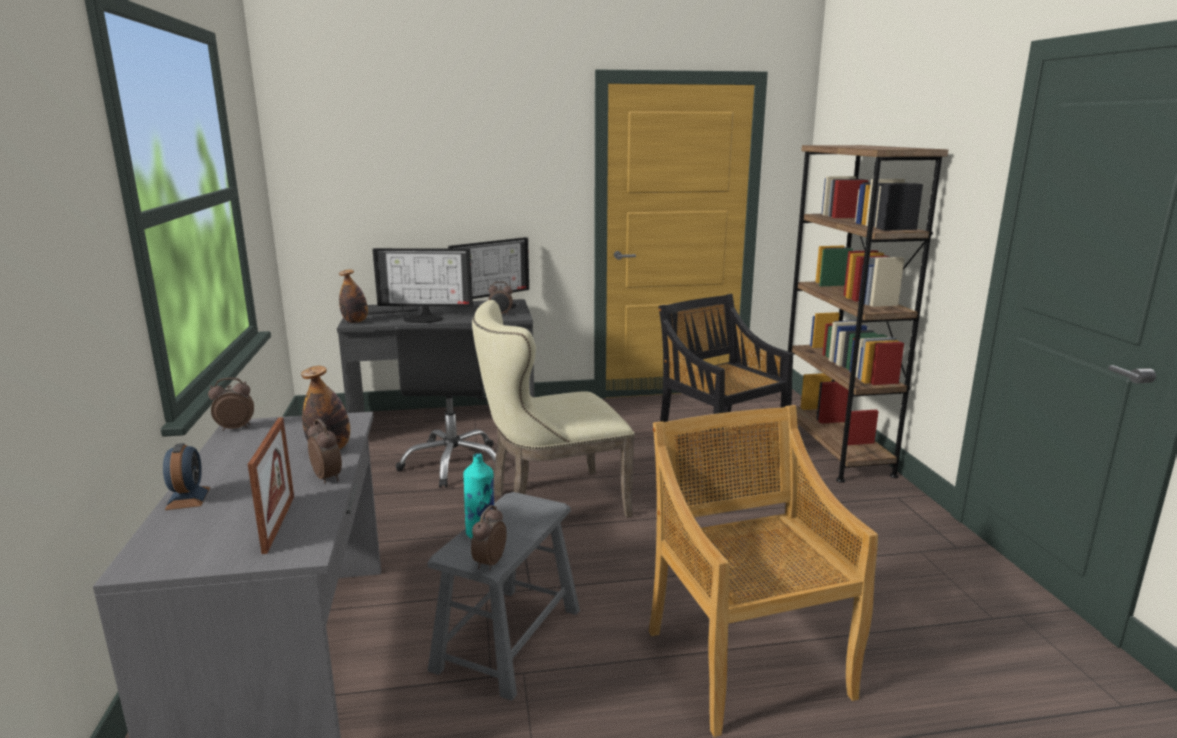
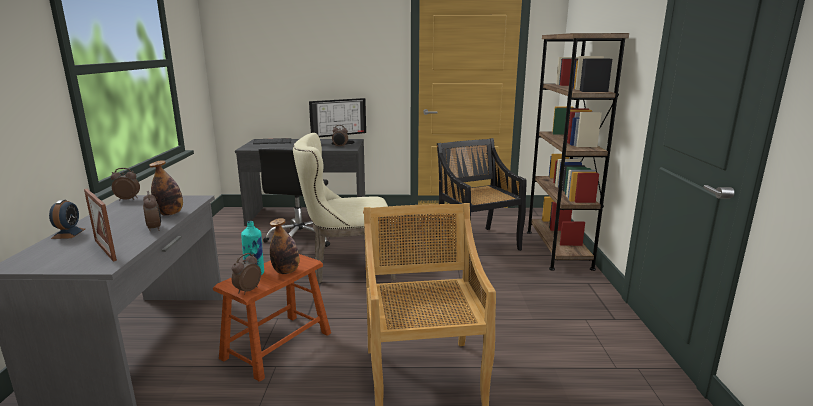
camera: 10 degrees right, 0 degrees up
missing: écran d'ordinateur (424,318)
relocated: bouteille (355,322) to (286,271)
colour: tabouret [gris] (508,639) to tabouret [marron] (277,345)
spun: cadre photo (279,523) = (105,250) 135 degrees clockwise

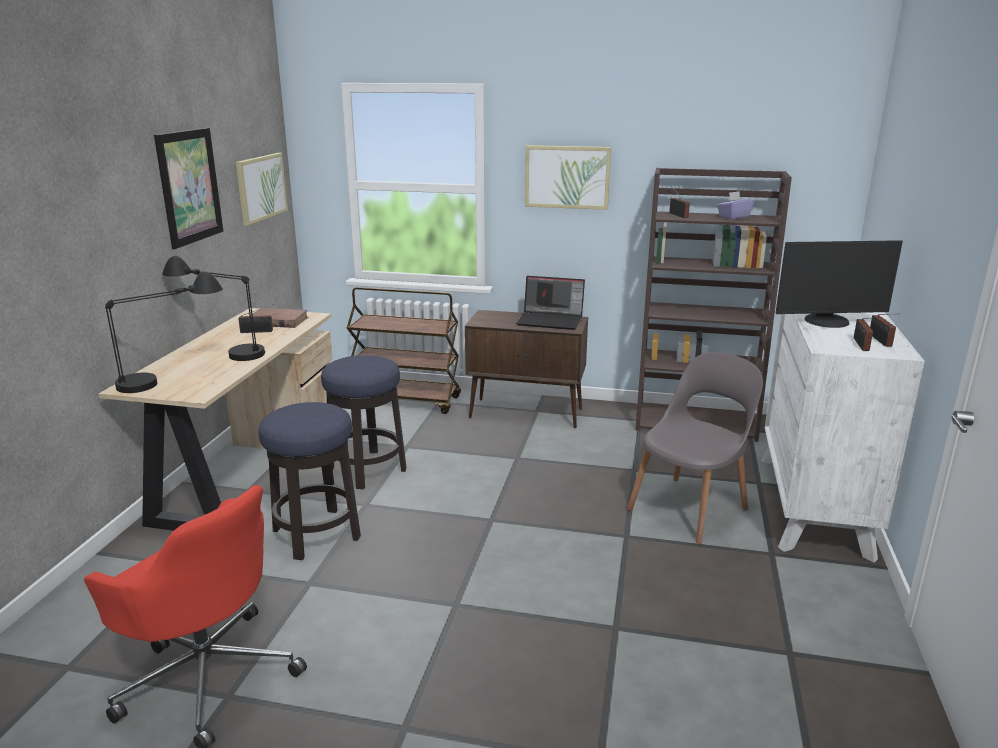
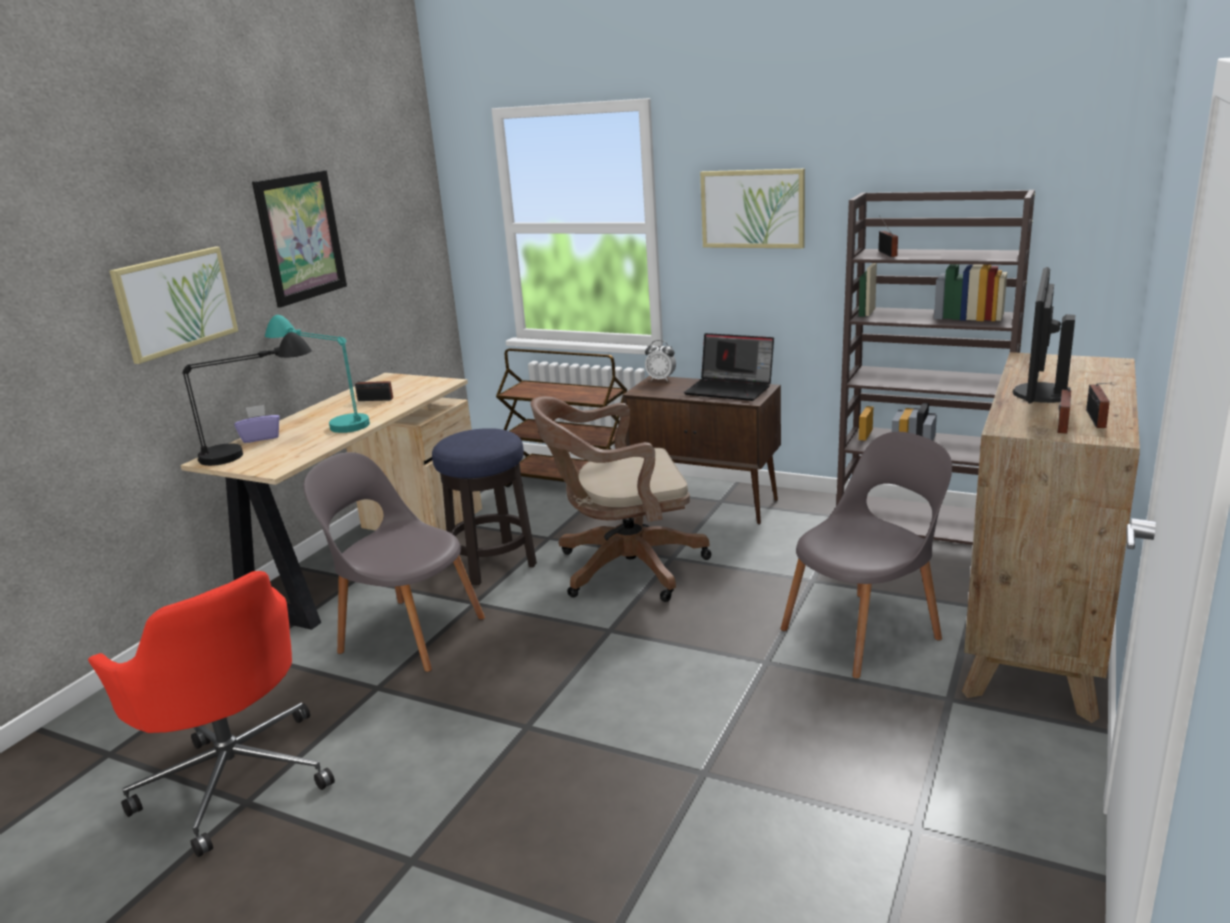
camera: 15 degrees right, 0 degrees up
missing: livre [marron] (277,321)
appeared: chaise de bureau [marron] (622,569); réveil (661,379)
relocated: tableau (261,187) to (175,302); boîte à mouchoirs [violet] (733,217) to (261,437)
exchanged: tabouret (316,534) to chaise [gris] (407,633)
colour: lampe de table [noir] (221,351) to lampe de table [turquoise] (327,421); commode [blanc] (813,504) to commode [marron] (1037,639)
spun: écran d'ordinateur (828,322) = (1039,393) 105 degrees clockwise

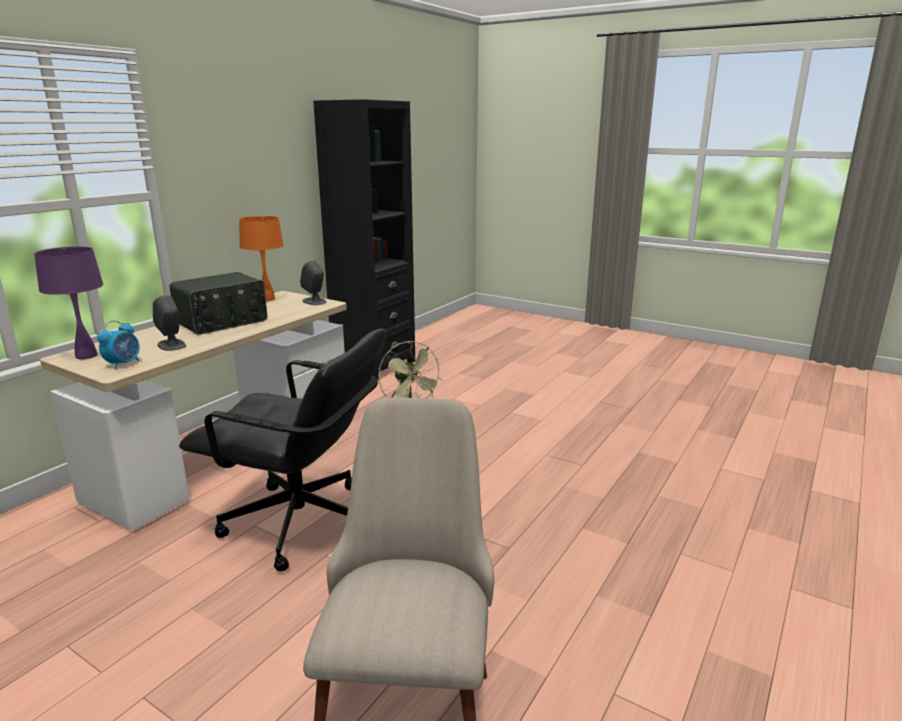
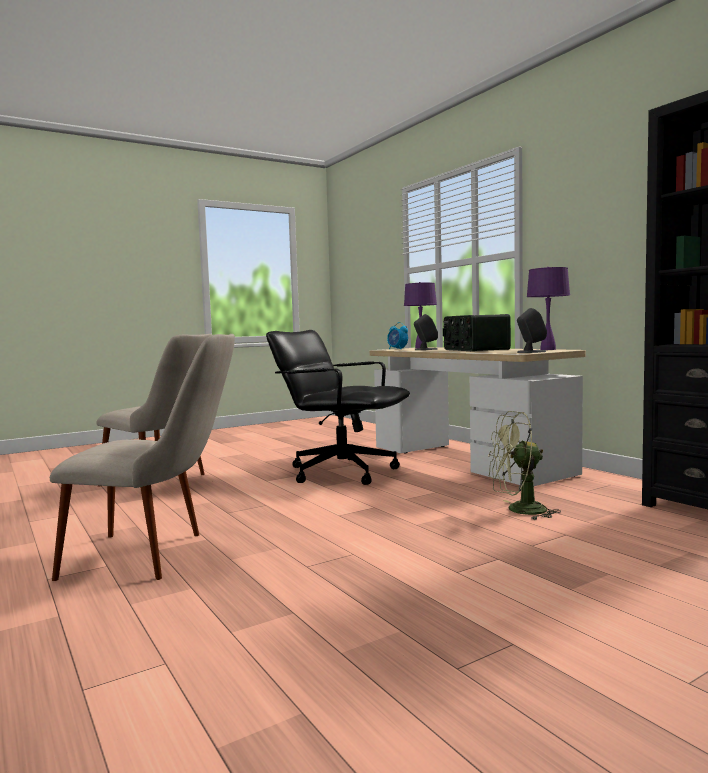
camera: 115 degrees right, 15 degrees down
appeared: chaise [beige] (158,555)
colour: lampe de table [orange] (267,299) to lampe de table [violet] (548,349)
spun: chaise de bureau [noir] (301,523) = (341,472) 75 degrees clockwise

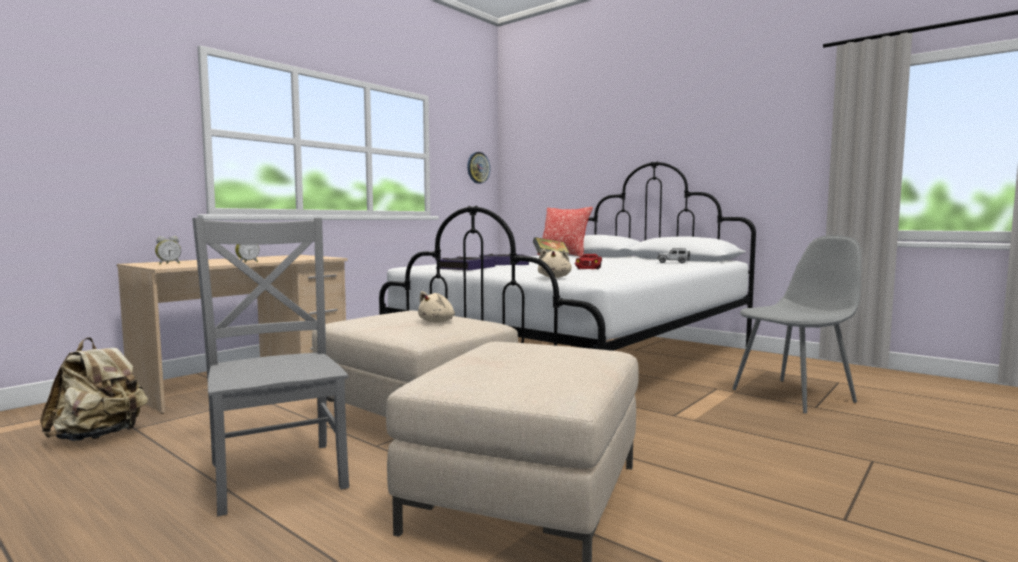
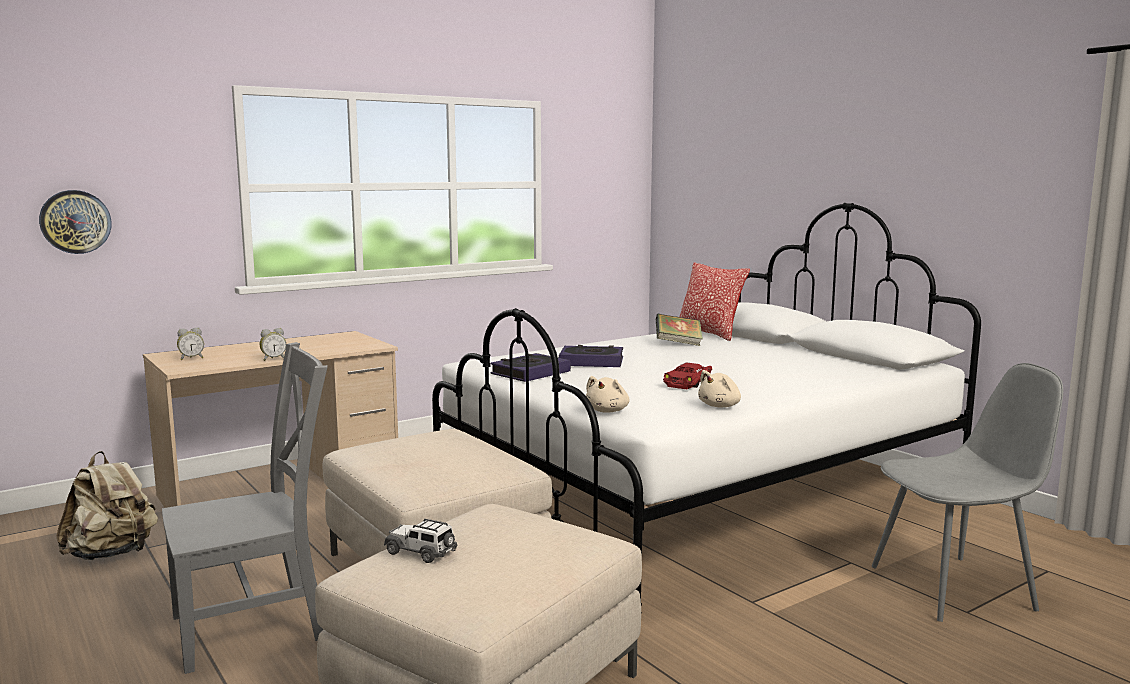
camera: 15 degrees right, 5 degrees up
relocated: horloge murale (478,167) to (75,222); petite voiture (673,262) to (421,552); peluche [beige] (438,322) to (720,406)
spun: chaise [gris] (278,472) = (257,626) 75 degrees clockwise

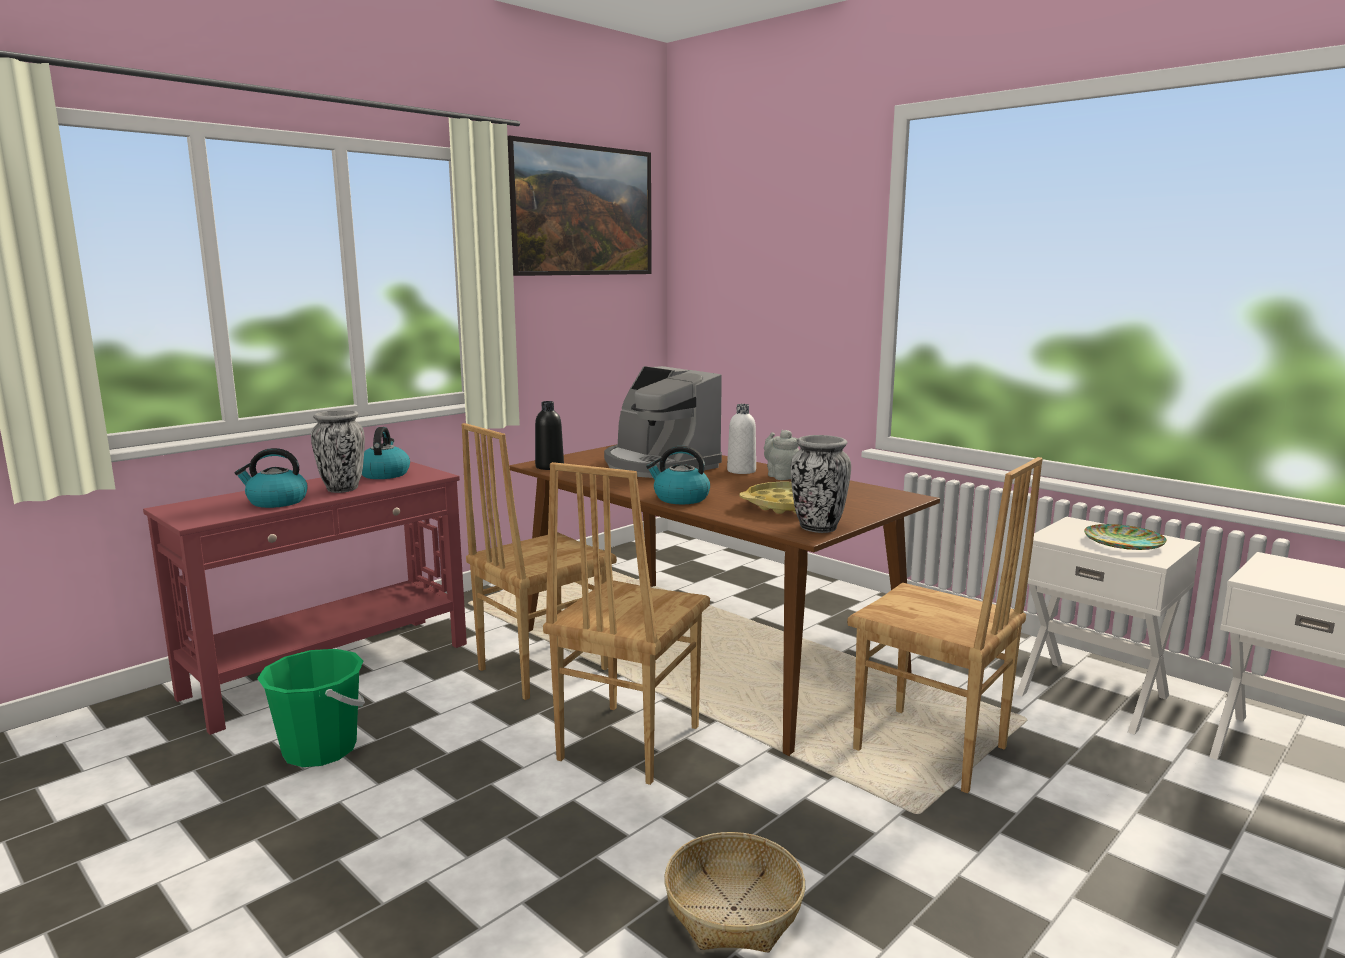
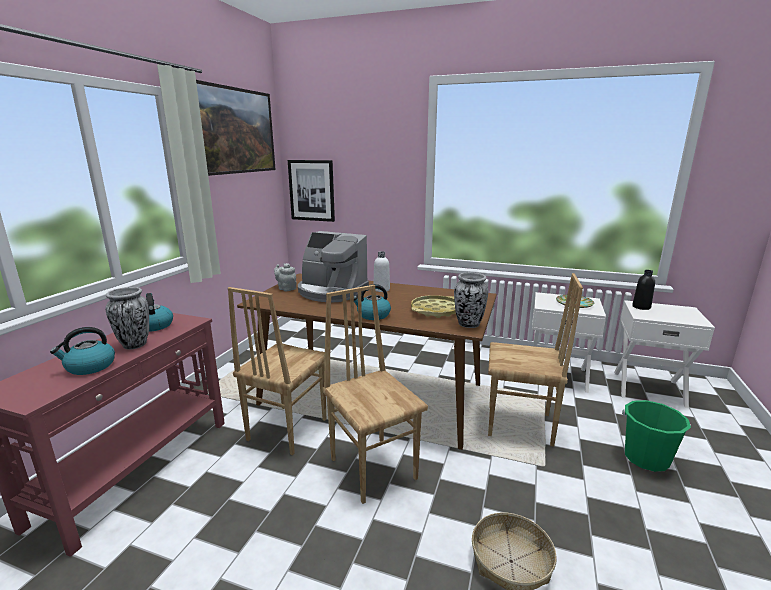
camera: 25 degrees left, 5 degrees up
appeared: tableau (312,190)
relocated: théière [gris] (781,476) to (286,288); seau [vert] (320,750) to (646,458); bouteille [noir] (549,467) to (641,307)
spun: chaise [marron] (627,743) = (374,467) 150 degrees clockwise

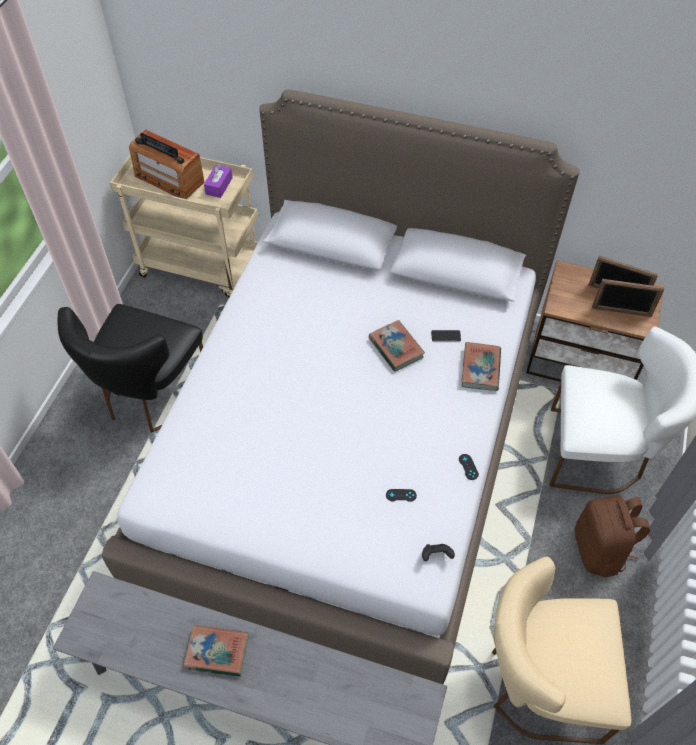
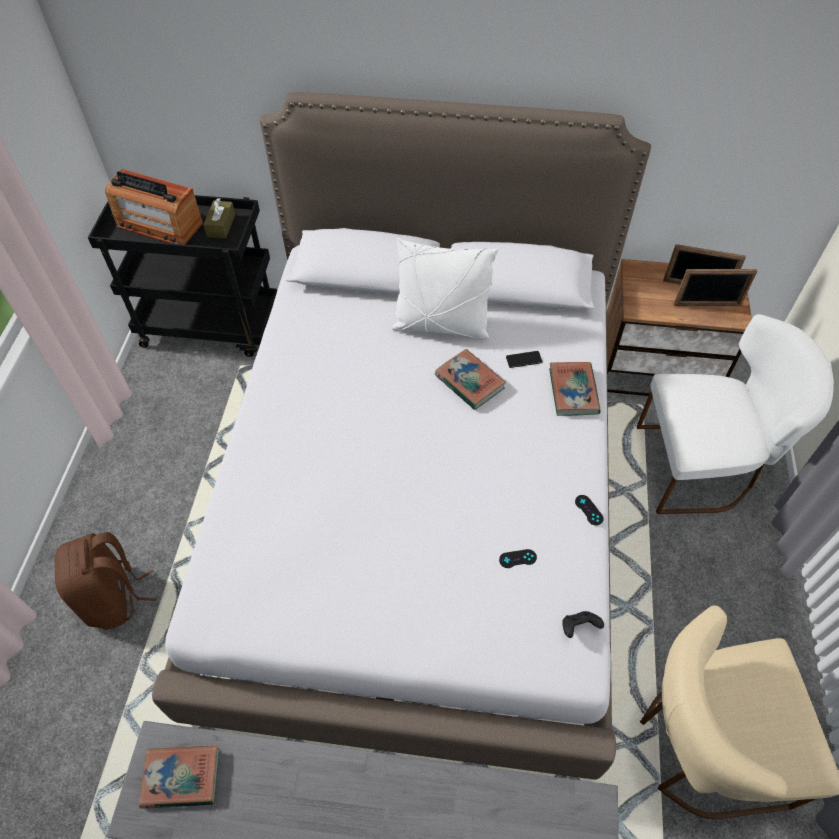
camera: 10 degrees left, 0 degrees up
missing: chaise [noir] (149,396)
appeared: coussin [blanc] (441,325)
relocated: sac à dos [marron] (600,550) to (115,597); livre (217,652) to (181,778)
colour: chariot [beige] (202,266) to chariot [noir] (211,326); boîte à mouchoirs [violet] (219,186) to boîte à mouchoirs [marron] (221,225)

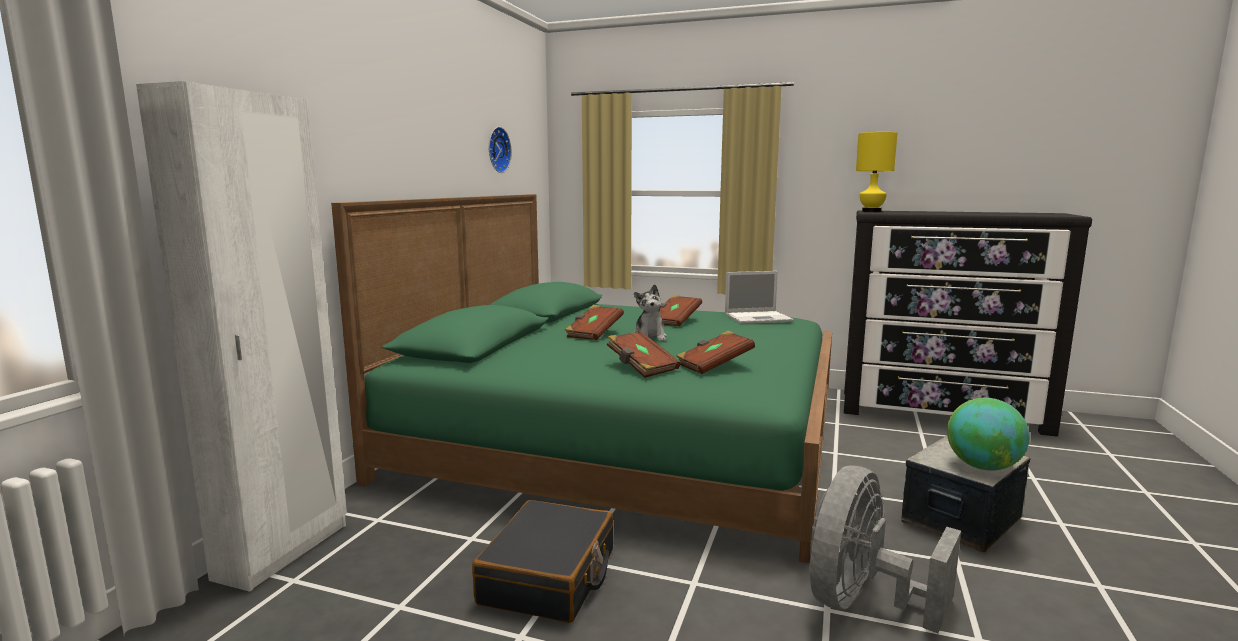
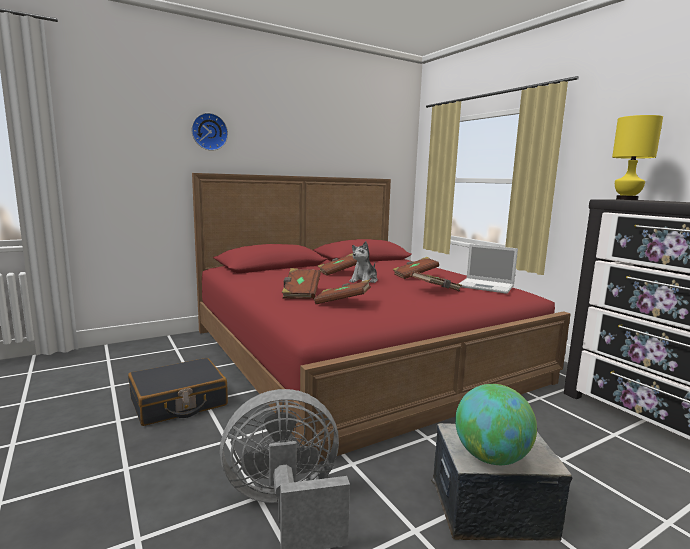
camera: 40 degrees right, 0 degrees up
missing: armoire [blanc] (284,551)
appeared: livre [marron] (435,290)
relocated: horloge murale (496,150) to (209,132)
colour: lit [vert] (625,438) to lit [rouge] (358,354)

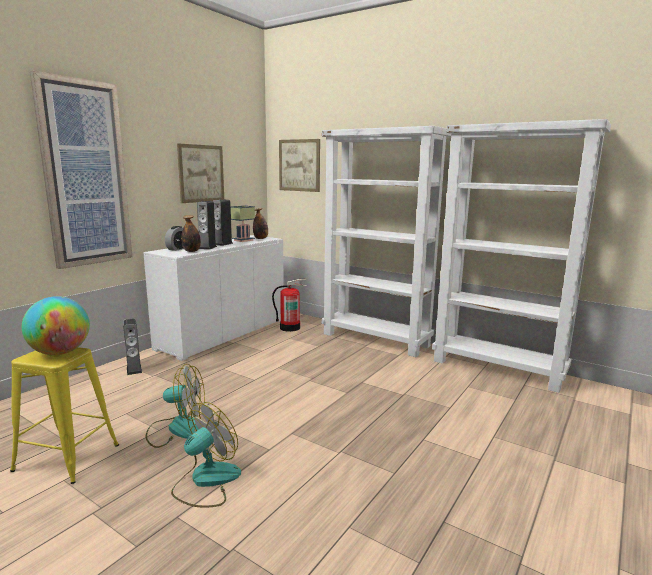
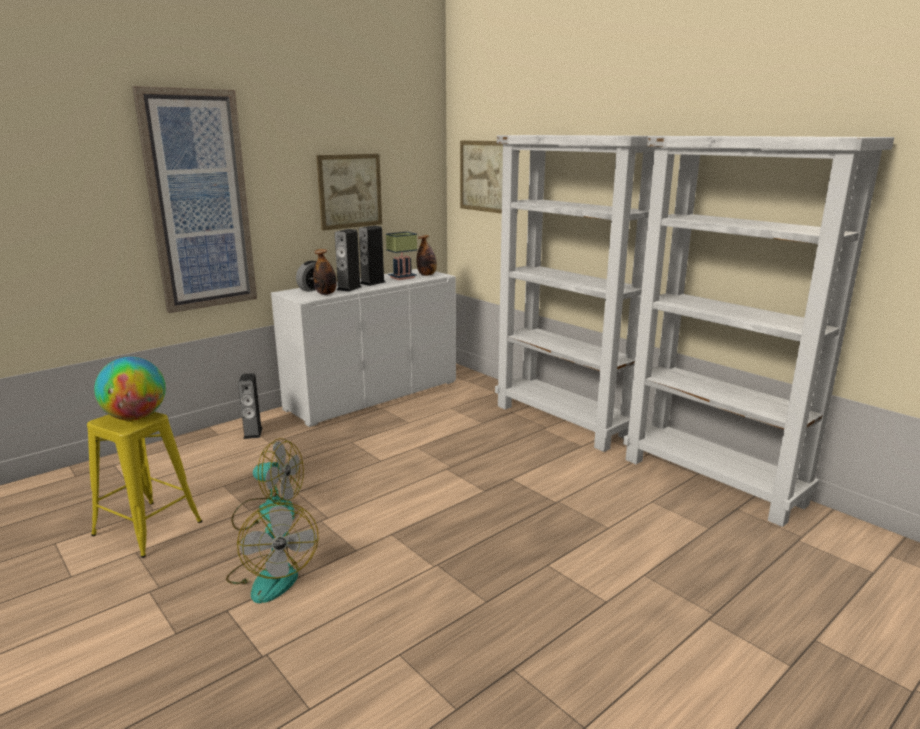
camera: 15 degrees right, 5 degrees up
missing: extincteur (290,327)
spun: ventilateur (206,481) = (272,576) 105 degrees clockwise

